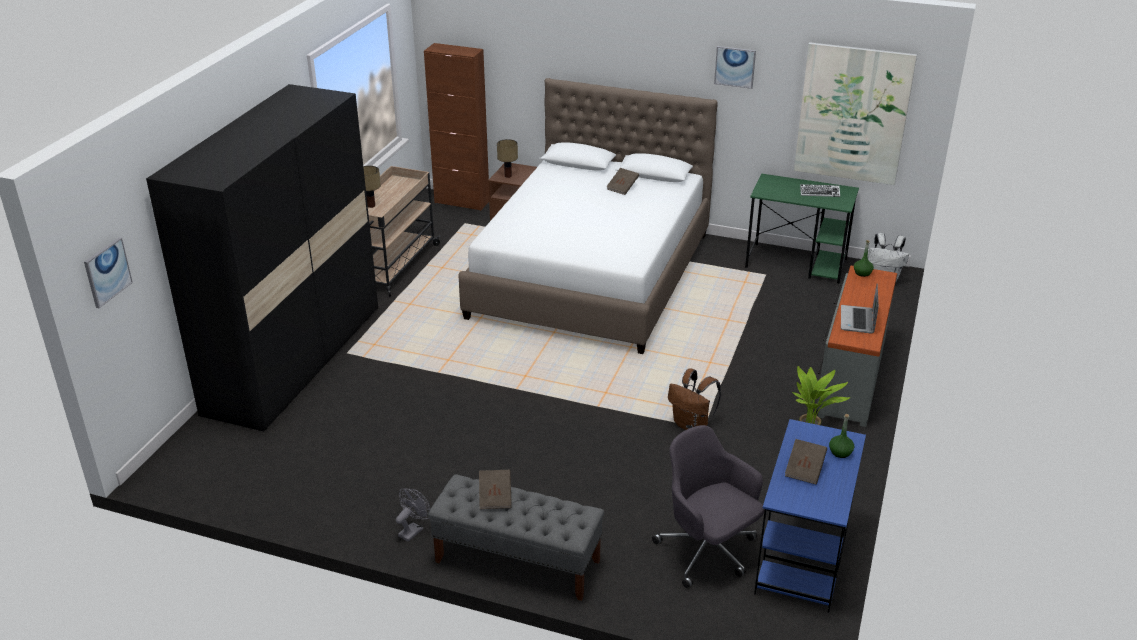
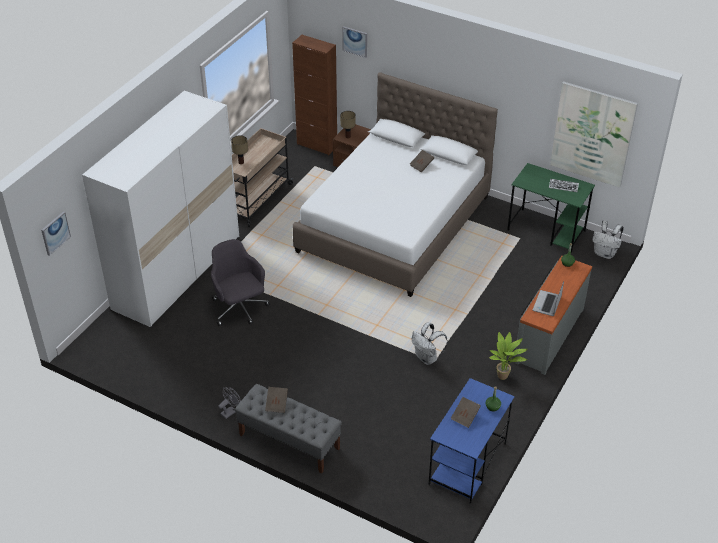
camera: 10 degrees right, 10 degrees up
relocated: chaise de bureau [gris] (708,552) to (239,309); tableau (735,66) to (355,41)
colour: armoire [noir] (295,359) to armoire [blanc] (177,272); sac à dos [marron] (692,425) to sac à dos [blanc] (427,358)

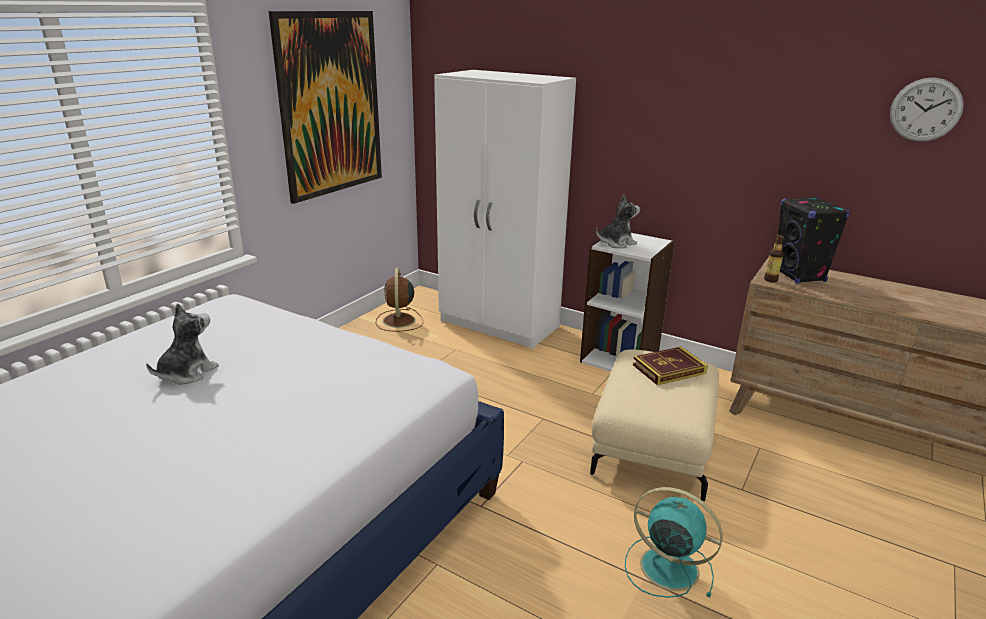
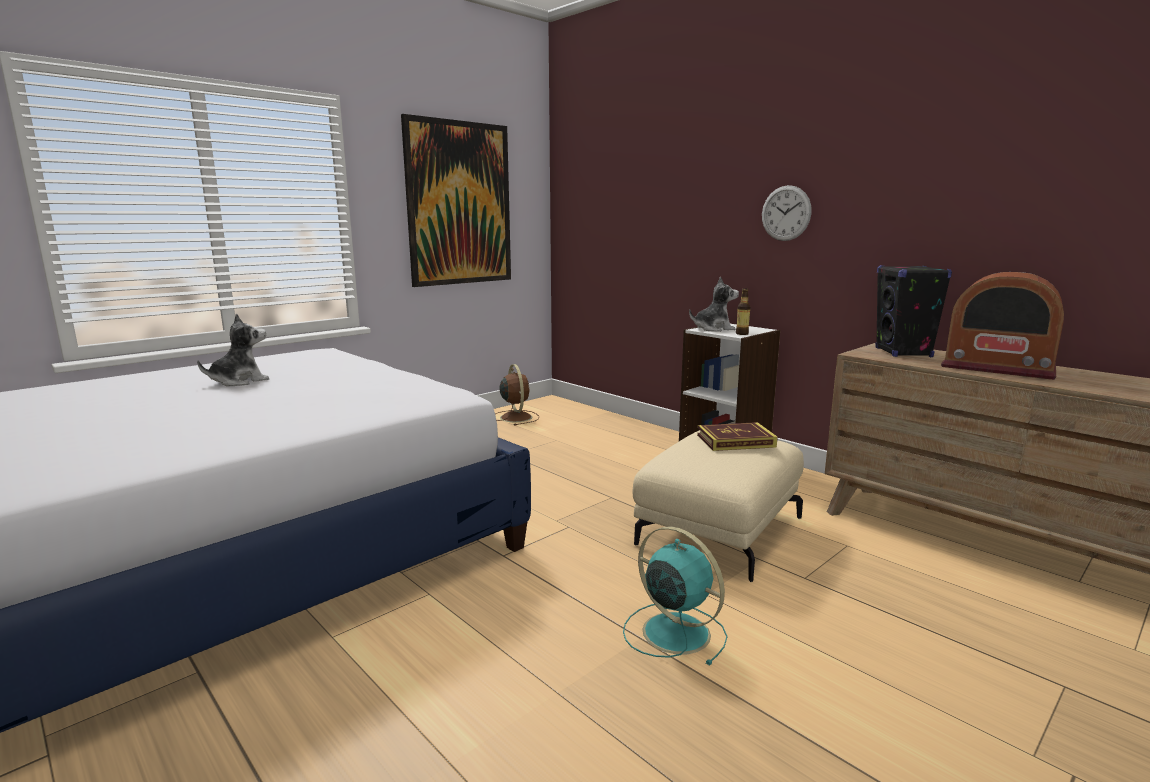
camera: 15 degrees right, 10 degrees down
missing: armoire [blanc] (499,324)
appeared: radio (998,366)
relocated: bouteille (770,280) to (742,334); horloge murale (925,110) to (786,213)
spun: ventilateur [marron] (399,321) = (515,417) 150 degrees clockwise

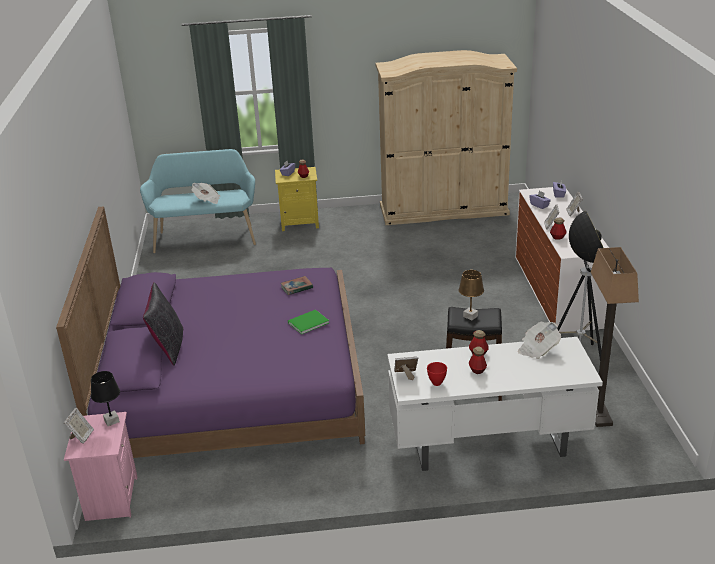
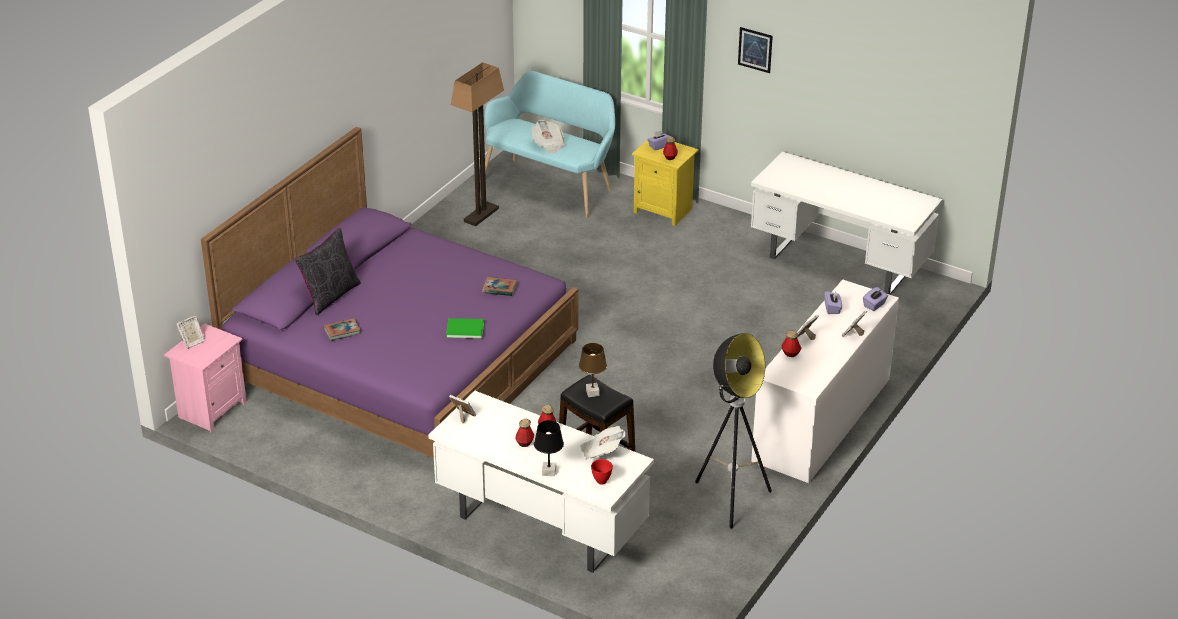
camera: 35 degrees right, 5 degrees up
appeared: livre (342,331); tableau (755,49)
relocated: lampadaire (598,412) to (481,215); lampe de table [noir] (112,421) to (549,472); bol [rouge] (436,383) to (601,481)
exchanged: armoire [beige] (443,210) to bureau [blanc] (840,264)

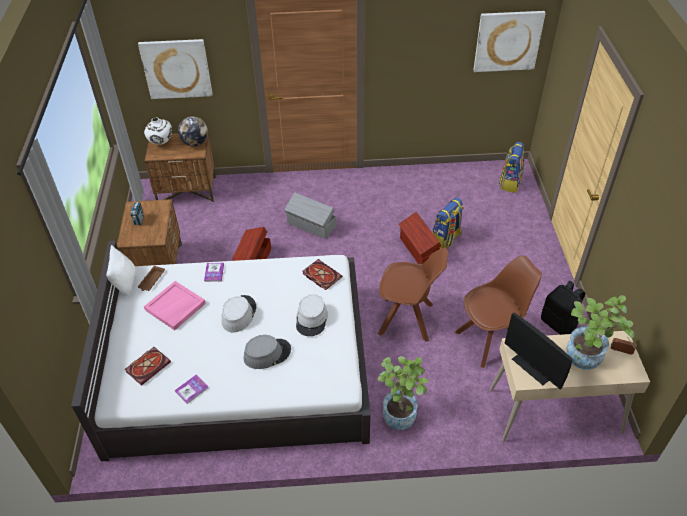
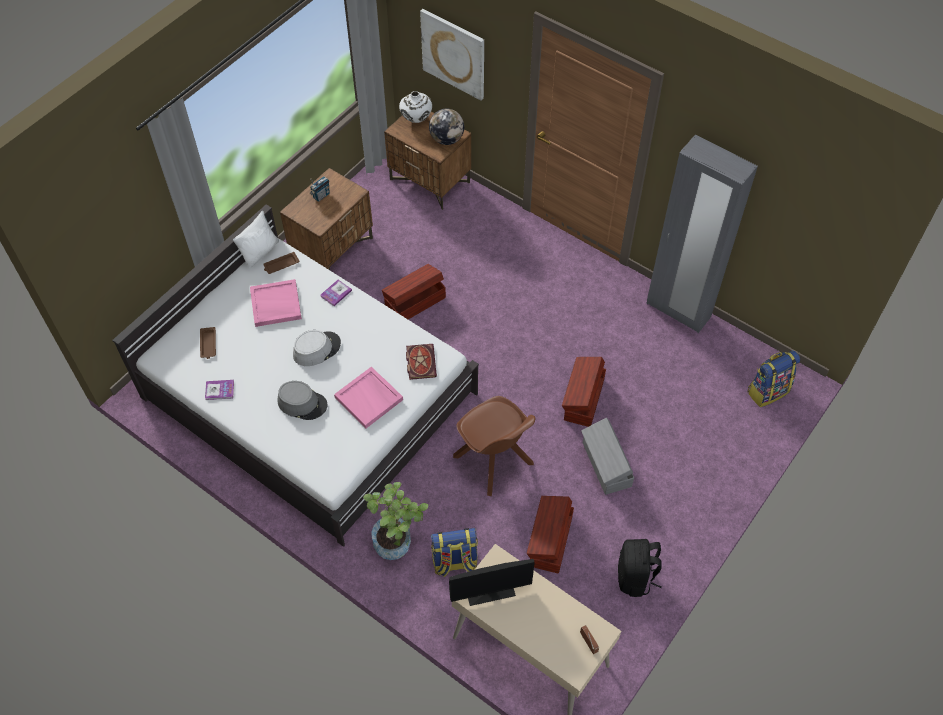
camera: 40 degrees right, 10 degrees up
missing: tableau (507,41); plante en pot (585,360)
appeared: armoire [gris] (678,310)
relocated: sac à dos (446,239) to (454,562); boîte de rangement [gris] (311,225) to (606,465)
exchanged: livre (148,366) to plateau [marron] (208,344); chapeau [gris] (312,319) to plateau [rose] (369,399); chaise [marron] (491,340) to boîte de rangement [marron] (549,541)
spun: écran d'ordinateur (533,367) = (490,591) 105 degrees counterclockwise

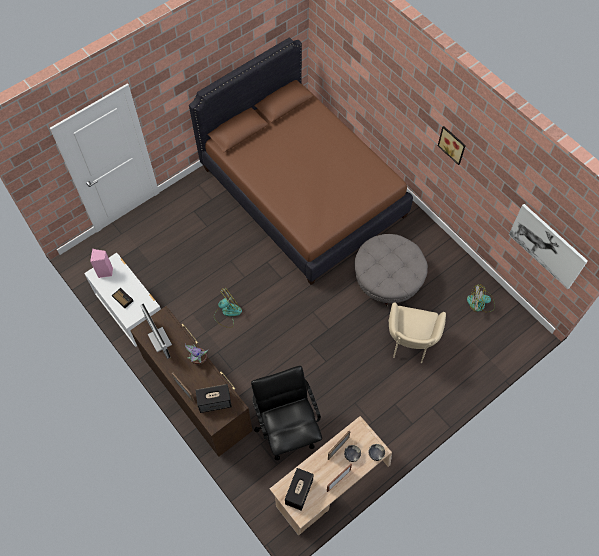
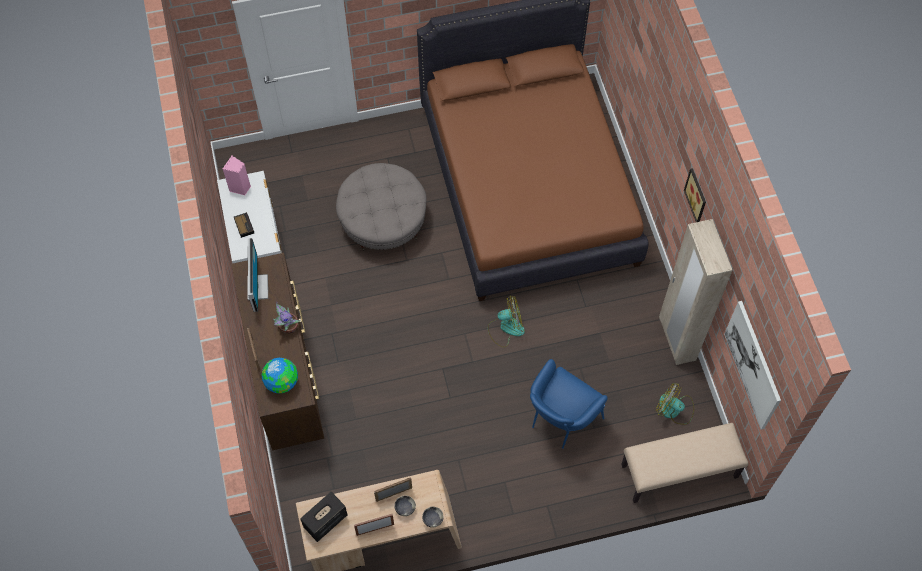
camera: 25 degrees right, 0 degrees up
missing: chaise de bureau [noir] (287,428)
appeared: banc [beige] (679,472); armoire [beige] (676,339)
relocated: pouf [gris] (388,279) to (383,221); ventilateur (227,312) to (506,328)
exchanged: enceinte (215,402) to globe (282,382)
colour: fauteuil [beige] (410,344) to fauteuil [bleu] (560,421)

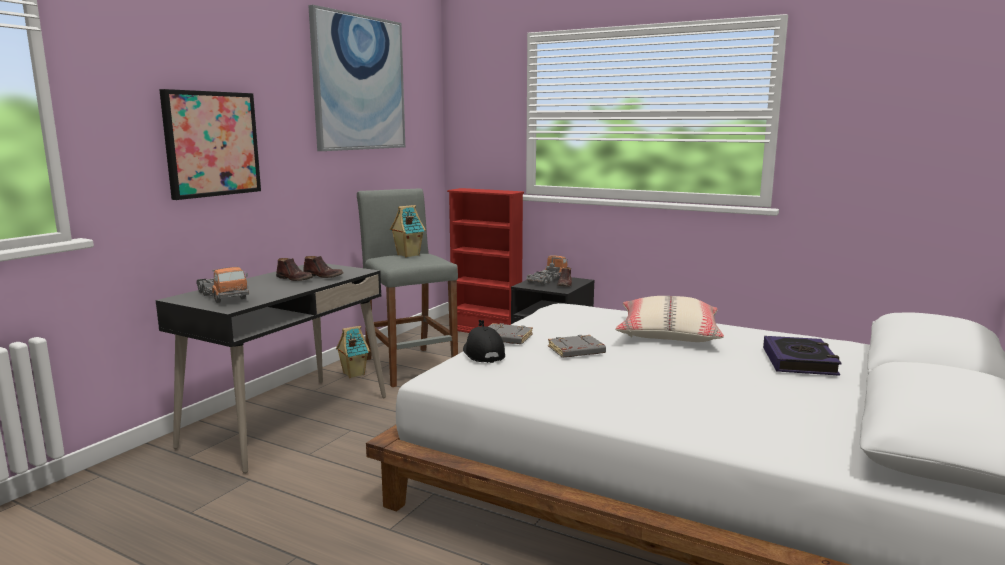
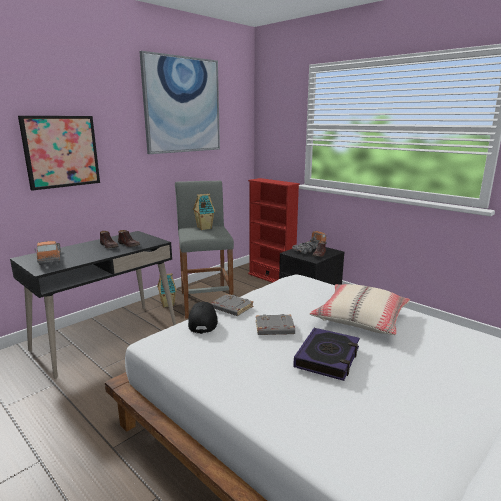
camera: 15 degrees right, 5 degrees up
relocated: livre (799,361) to (327,357)

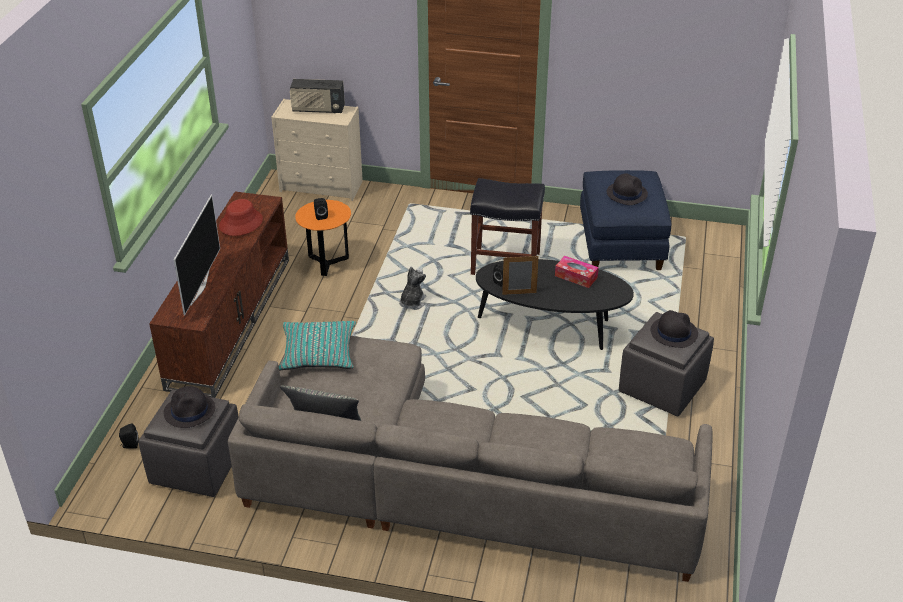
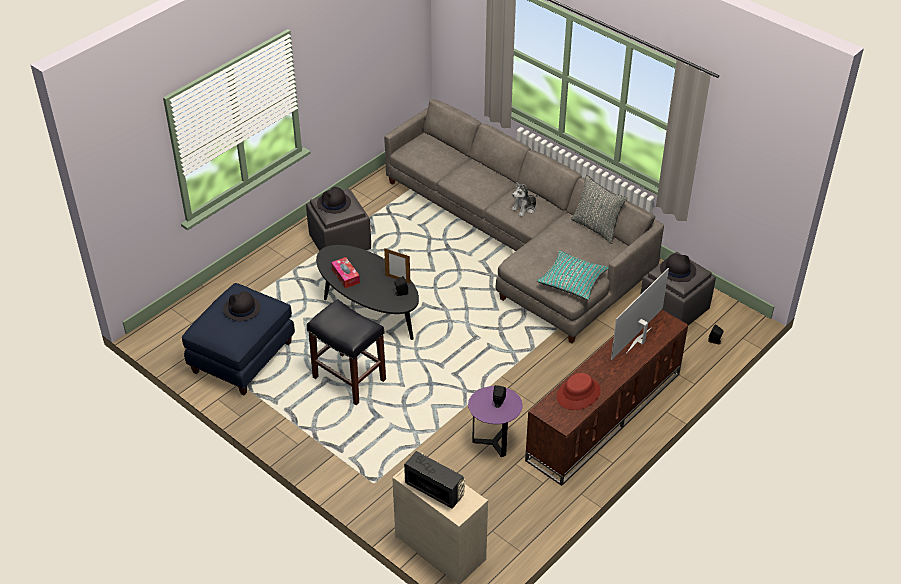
camera: 150 degrees left, 5 degrees up
relocated: peluche (412,302) to (524,208)
colour: table d'appoint [orange] (327,263) to table d'appoint [violet] (493,442)

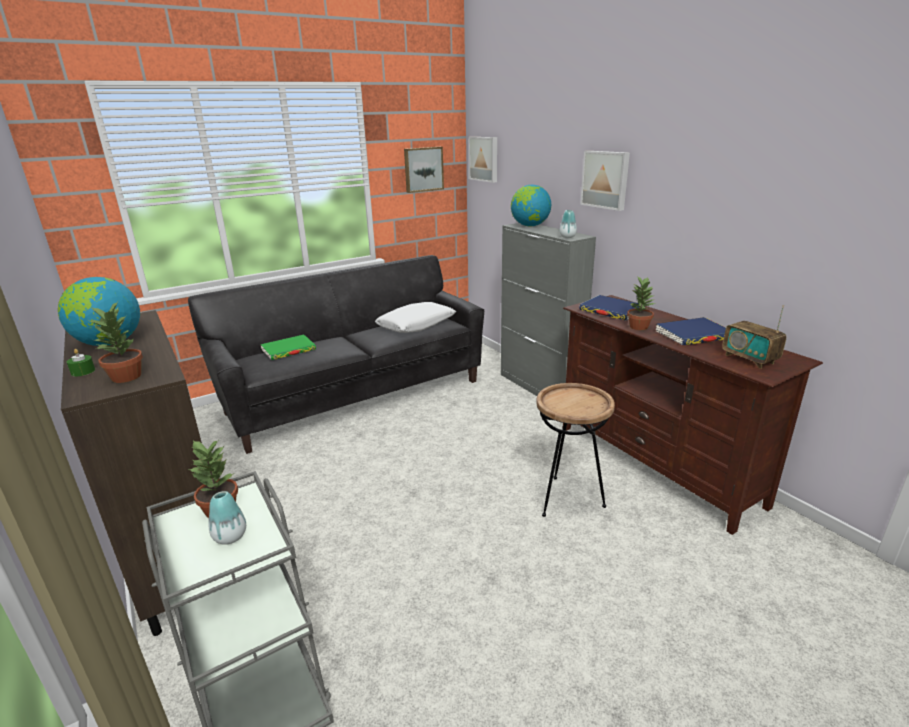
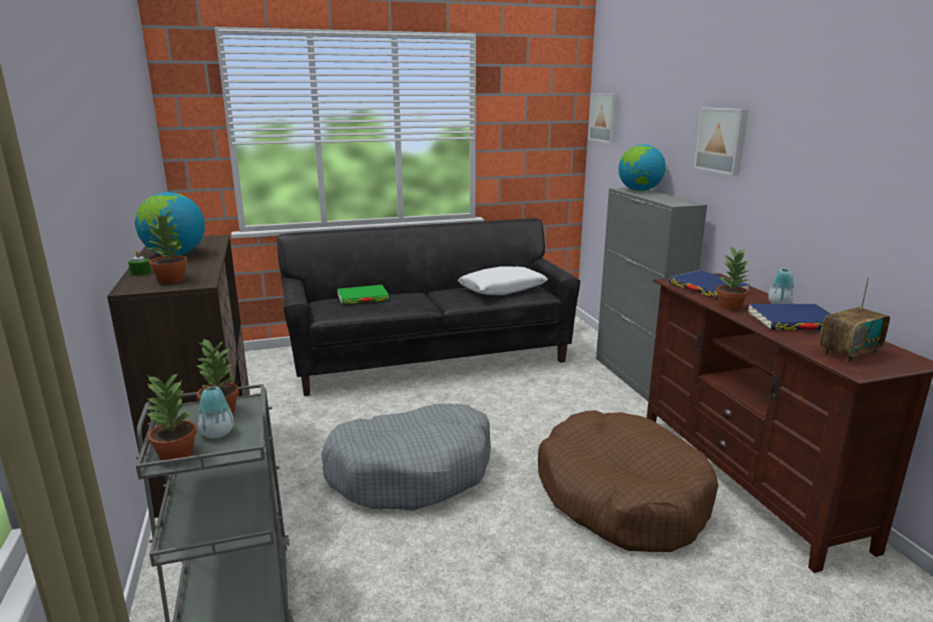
camera: 15 degrees right, 5 degrees down
missing: tableau (423,169)
appeared: plante en pot (175,454); panier pour chien [gris] (412,471)
relocated: vase (567,237) to (779,304)
exchanged: table d'appoint [marron] (567,499) to panier pour chien [marron] (621,496)
spun: radio (749,359) = (849,353) 105 degrees counterclockwise

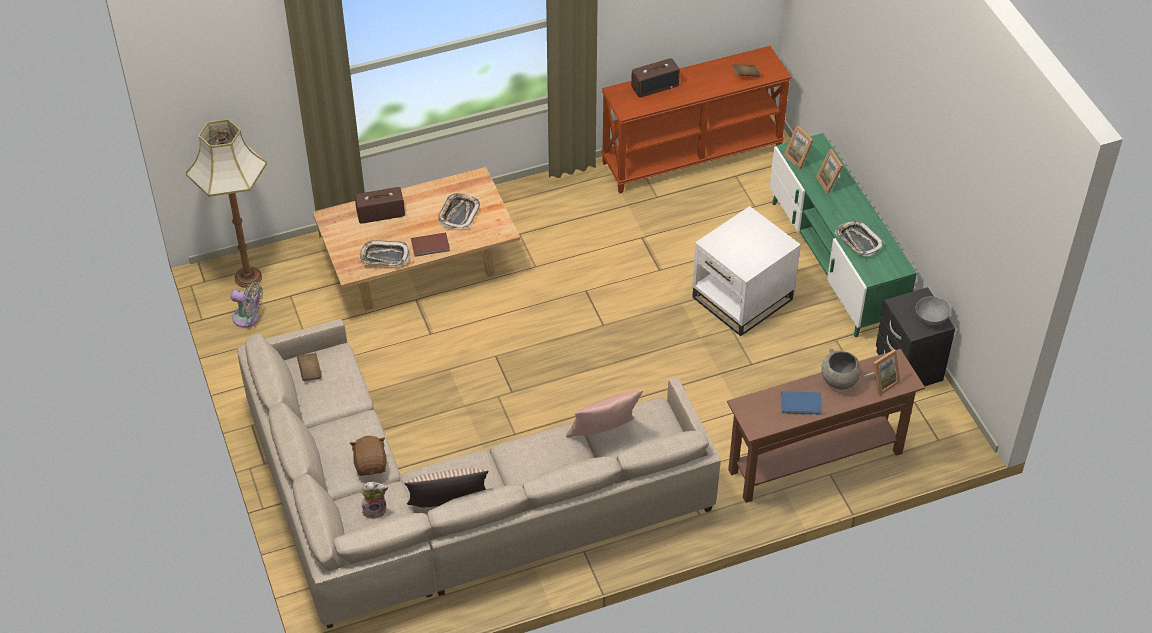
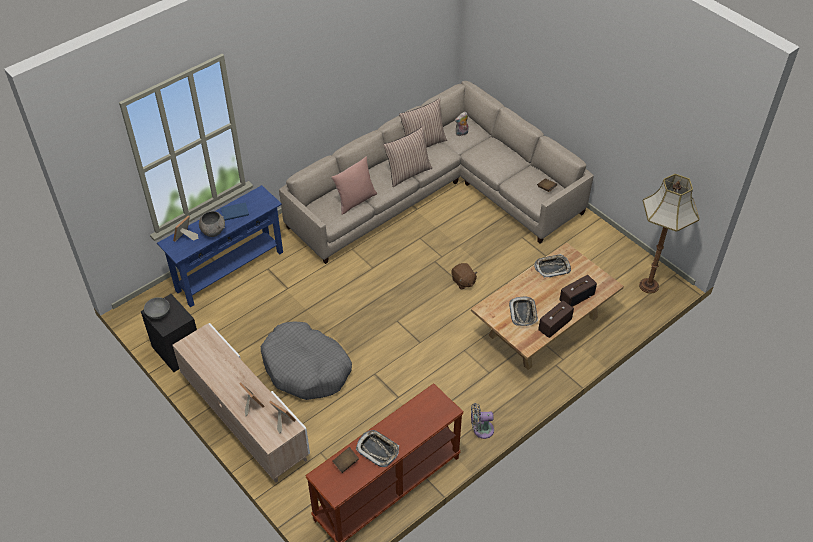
camera: 160 degrees right, 0 degrees up
missing: livre [marron] (431,246)
appeared: coussin (408,173)
relocated: plateau (858,241) to (377,450); peluche [marron] (371,464) to (463,281); ventilateur [gris] (248,318) to (481,430); radio (655,86) to (555,325)
exchanged: table d'appoint [blanc] (743,299) to panier pour chien [gris] (306,368)
colour: table console [marron] (815,462) to table console [bleu] (229,271); meuble télé [vert] (834,262) to meuble télé [beige] (245,419)

